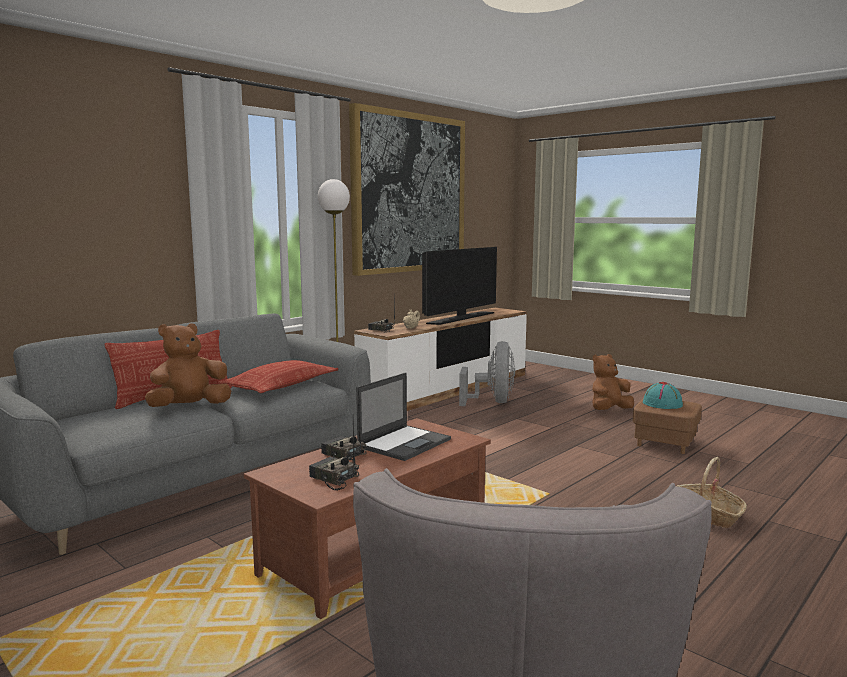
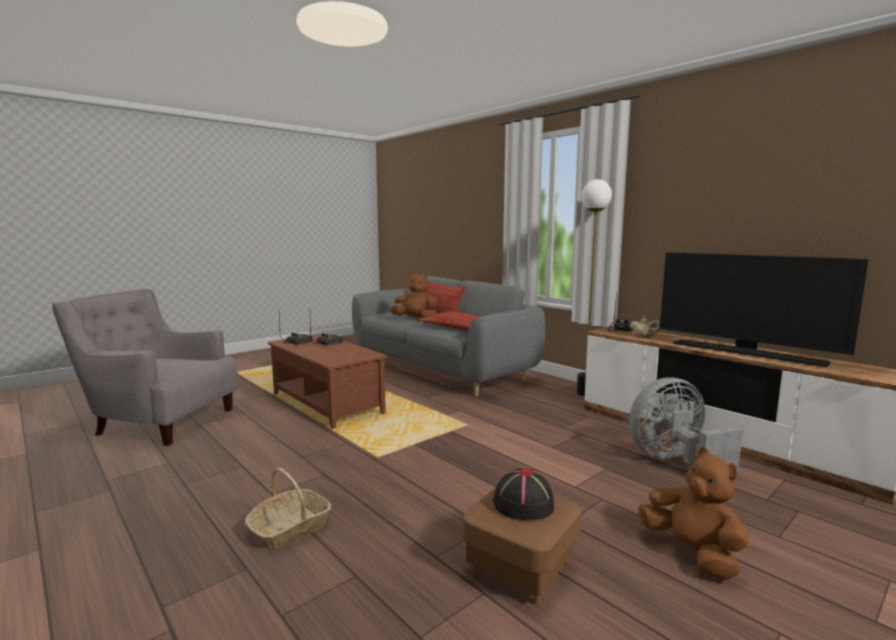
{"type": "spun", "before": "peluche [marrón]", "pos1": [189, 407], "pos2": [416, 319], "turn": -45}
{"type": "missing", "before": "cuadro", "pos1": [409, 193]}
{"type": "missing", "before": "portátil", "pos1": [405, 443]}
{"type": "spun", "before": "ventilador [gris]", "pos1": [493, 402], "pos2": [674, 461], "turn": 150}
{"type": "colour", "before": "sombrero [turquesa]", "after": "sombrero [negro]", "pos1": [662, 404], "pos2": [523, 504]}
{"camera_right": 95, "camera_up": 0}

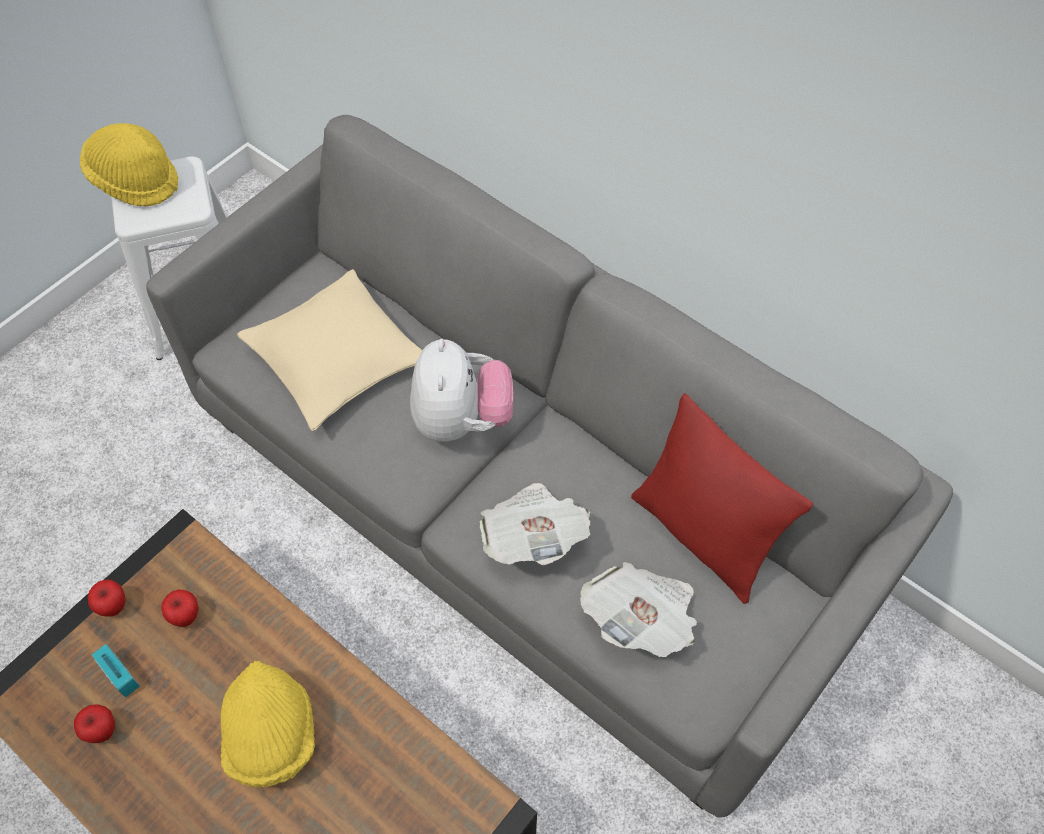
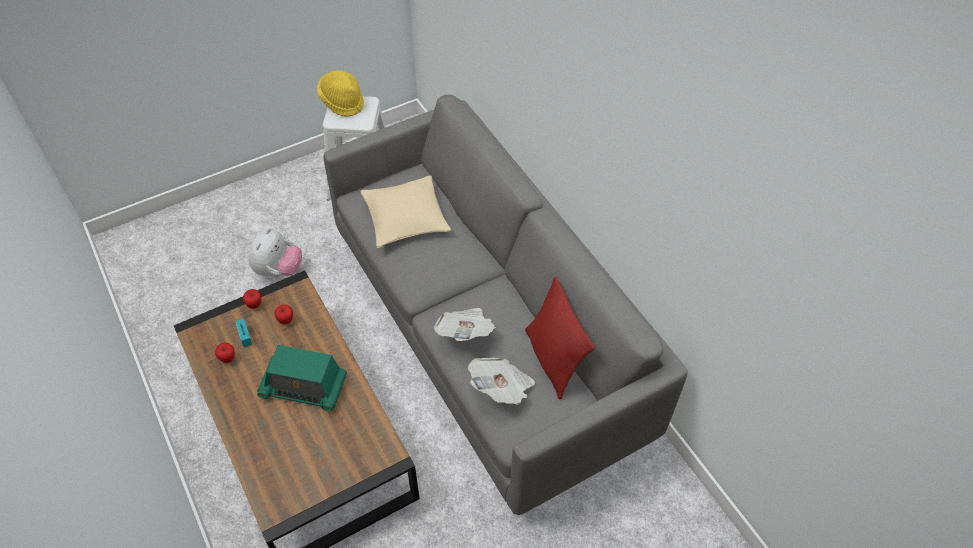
{"type": "exchanged", "before": "sombrero [amarillo]", "after": "radio", "pos1": [272, 735], "pos2": [304, 387]}
{"type": "relocated", "before": "peluche", "pos1": [461, 419], "pos2": [278, 269]}
{"camera_right": 20, "camera_up": -5}

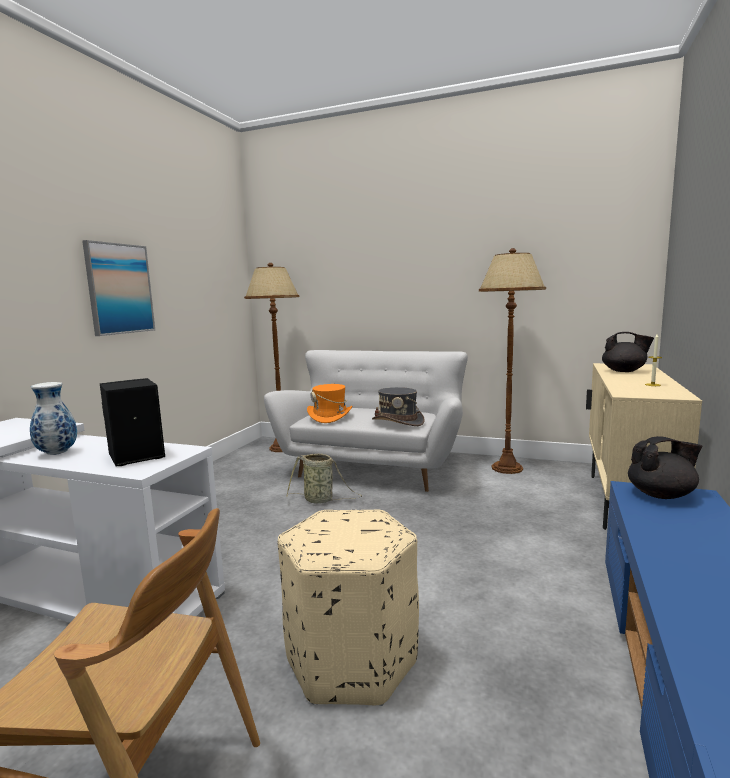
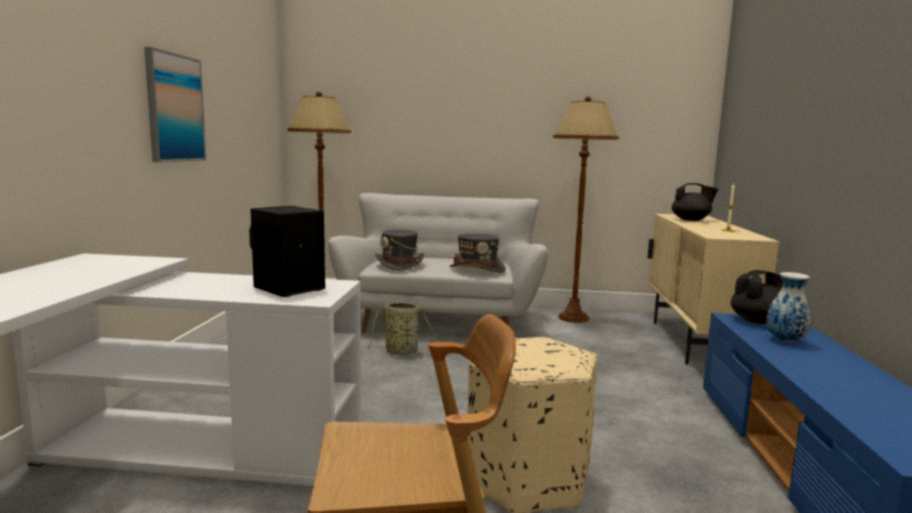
{"type": "relocated", "before": "florero", "pos1": [56, 453], "pos2": [784, 341]}
{"type": "colour", "before": "sombrero [naranja]", "after": "sombrero [gris]", "pos1": [330, 416], "pos2": [399, 264]}
{"camera_right": -15, "camera_up": 0}

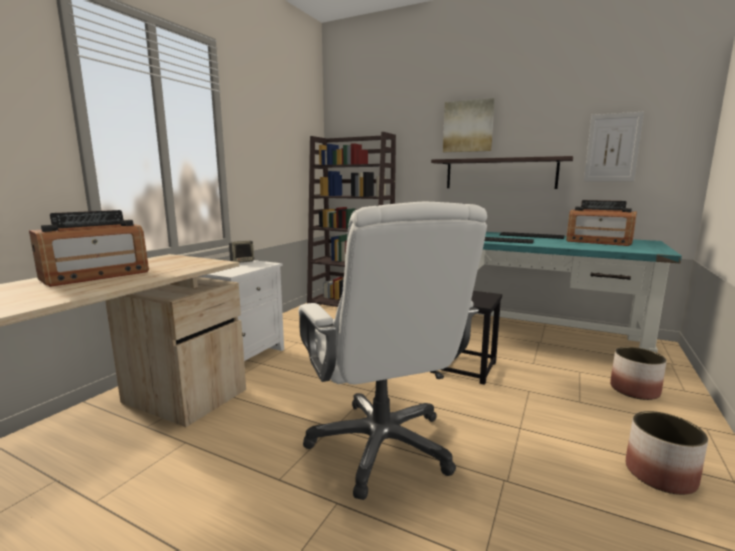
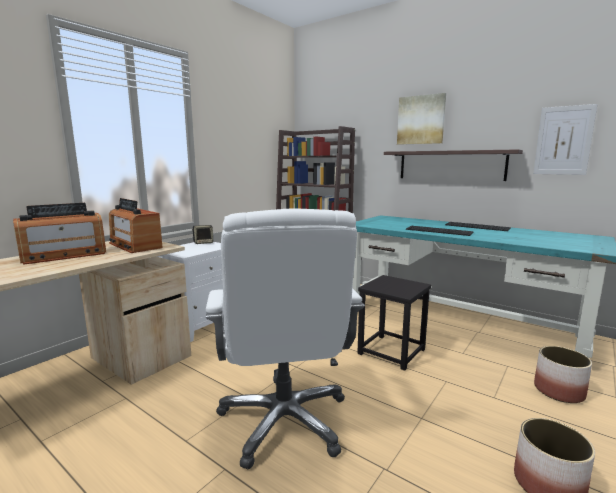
{"type": "relocated", "before": "radio", "pos1": [598, 242], "pos2": [135, 245]}
{"camera_right": 10, "camera_up": 0}

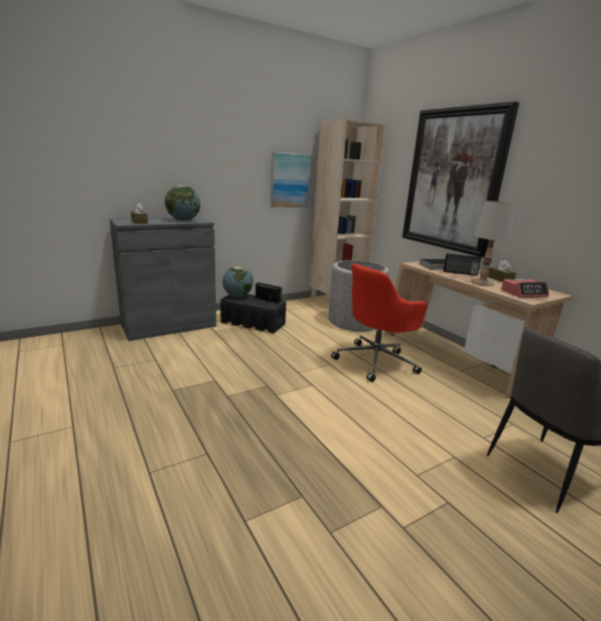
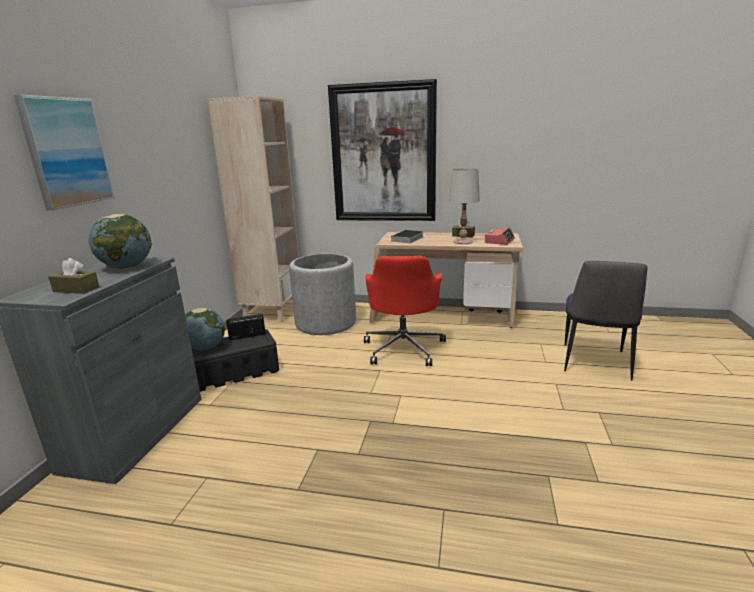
{"type": "relocated", "before": "cuadro", "pos1": [289, 180], "pos2": [67, 152]}
{"type": "missing", "before": "radio", "pos1": [460, 273]}
{"camera_right": -45, "camera_up": 0}

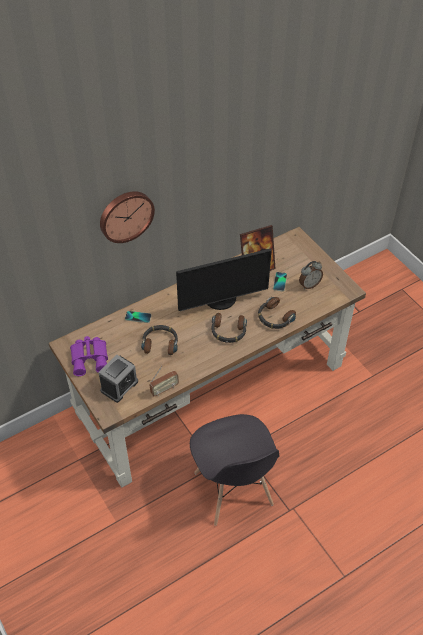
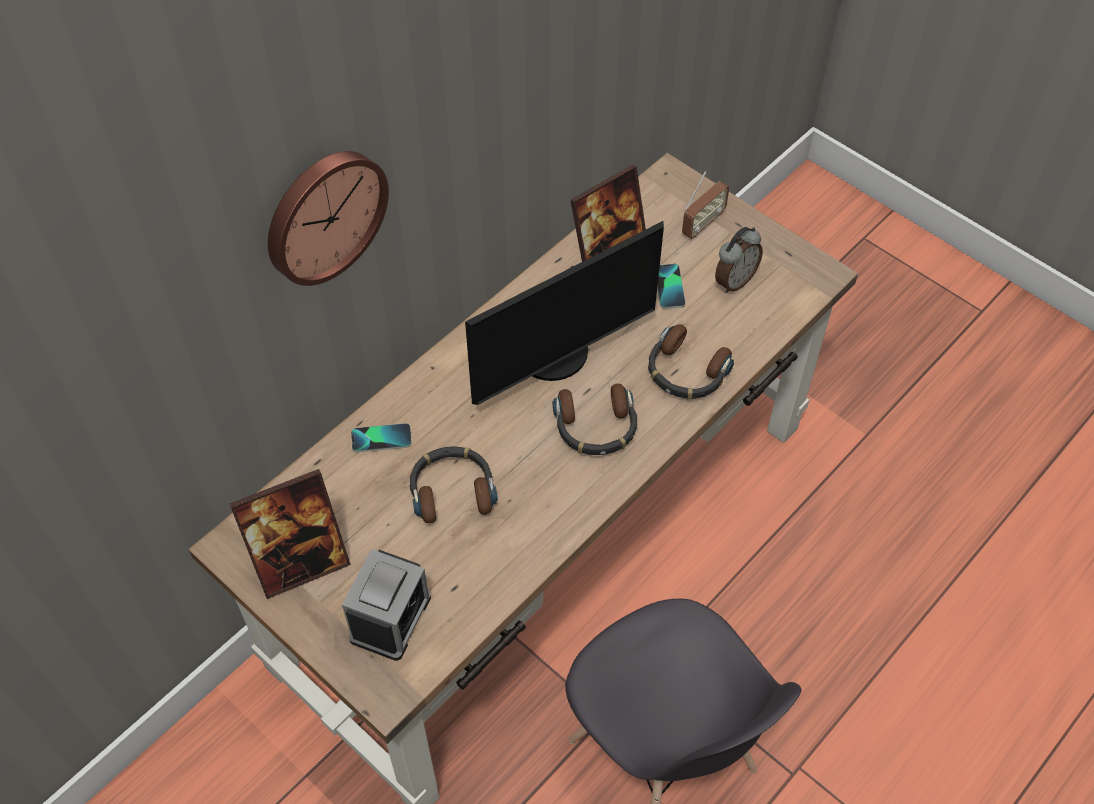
{"type": "exchanged", "before": "prismáticos [morado]", "after": "portarretratos", "pos1": [90, 358], "pos2": [301, 564]}
{"type": "relocated", "before": "radio", "pos1": [164, 389], "pos2": [702, 224]}
{"camera_right": -15, "camera_up": 5}

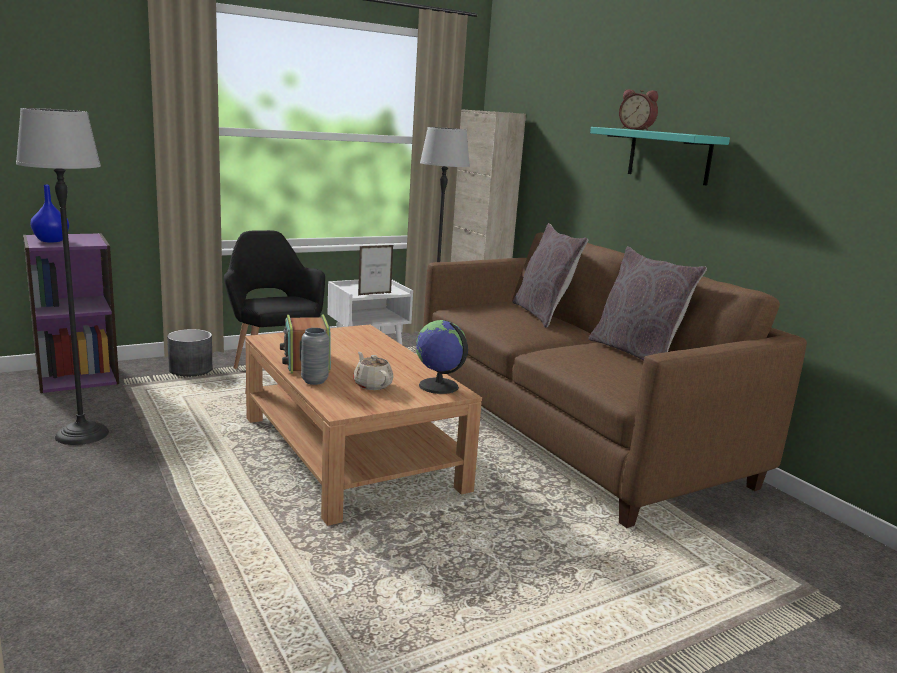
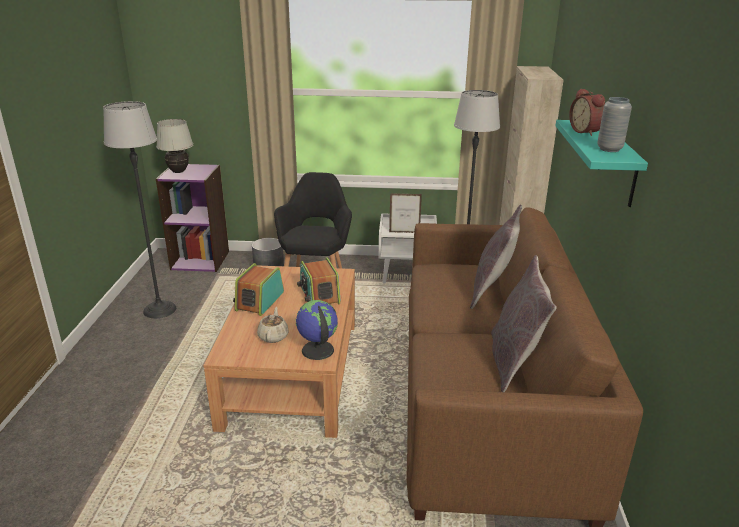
{"type": "exchanged", "before": "florero [azul]", "after": "lámpara de mesa [blanco]", "pos1": [51, 241], "pos2": [178, 172]}
{"type": "relocated", "before": "florero [gris]", "pos1": [314, 381], "pos2": [609, 149]}
{"type": "appeared", "after": "radio", "pos2": [319, 295]}
{"camera_right": 35, "camera_up": 10}

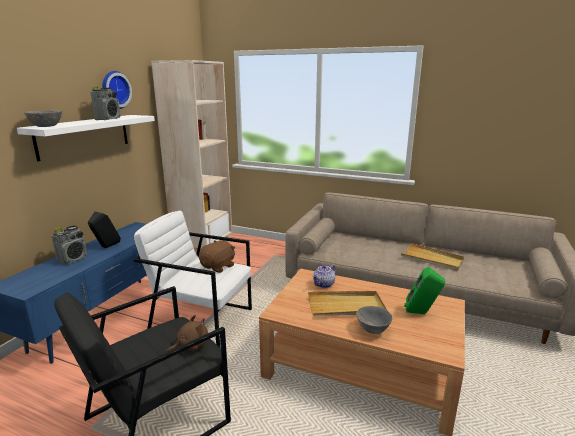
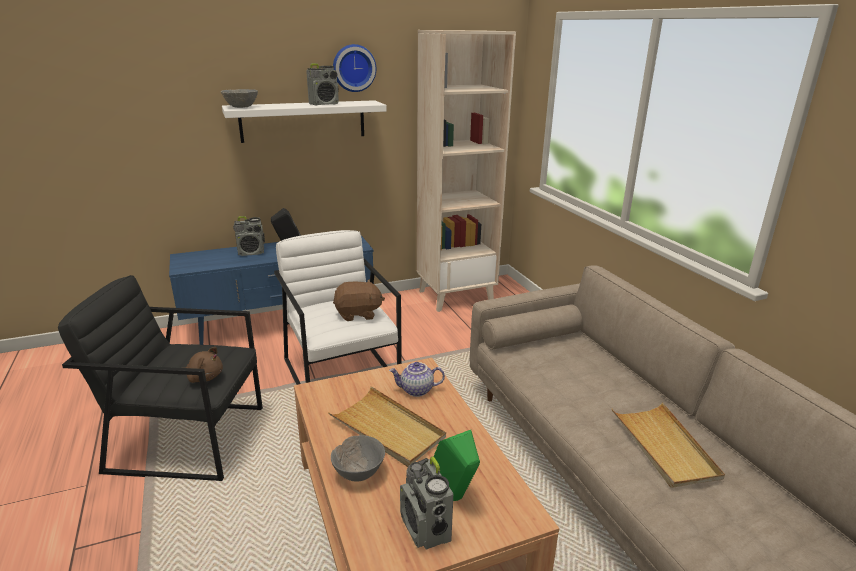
{"type": "appeared", "after": "radio", "pos2": [425, 529]}
{"camera_right": 45, "camera_up": 5}

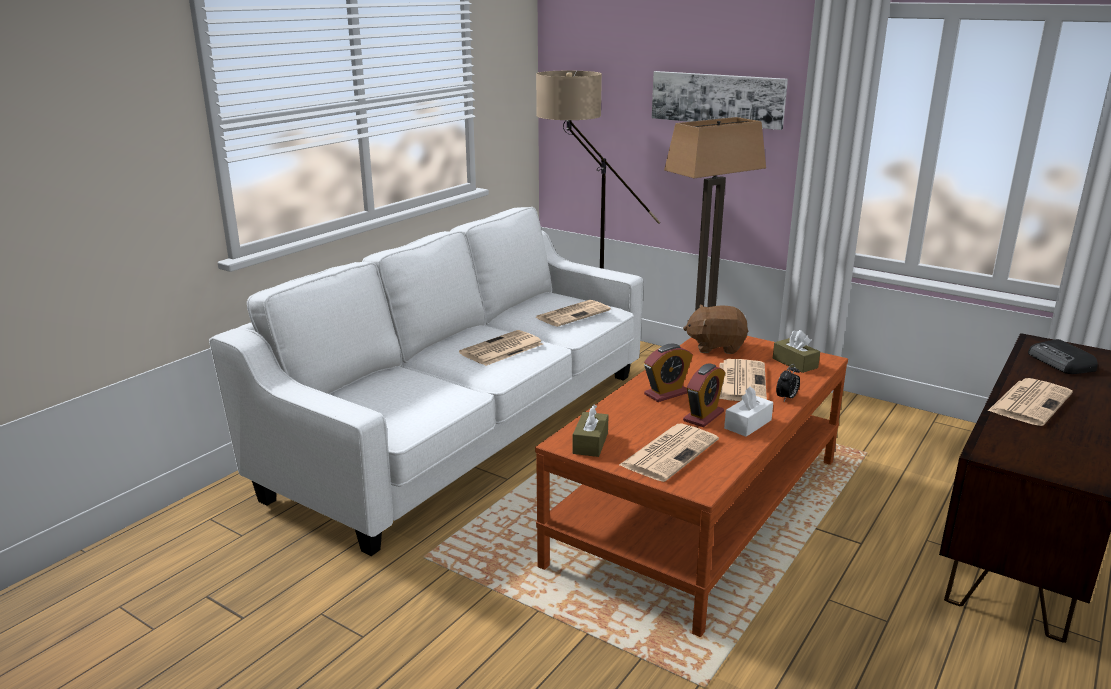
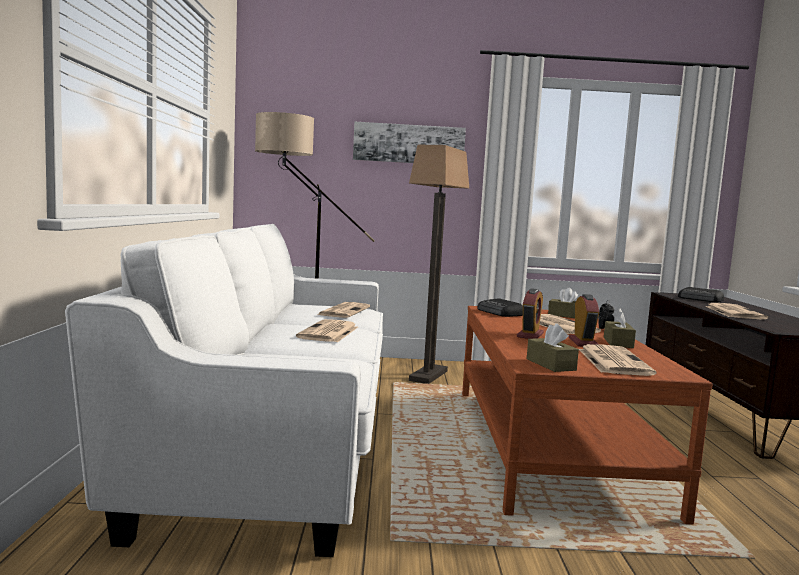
{"type": "exchanged", "before": "peluche [marrón]", "after": "radio", "pos1": [716, 346], "pos2": [500, 313]}
{"type": "colour", "before": "caja de pañuelos [blanco]", "after": "caja de pañuelos [marrón]", "pos1": [748, 424], "pos2": [618, 343]}
{"camera_right": -35, "camera_up": -15}

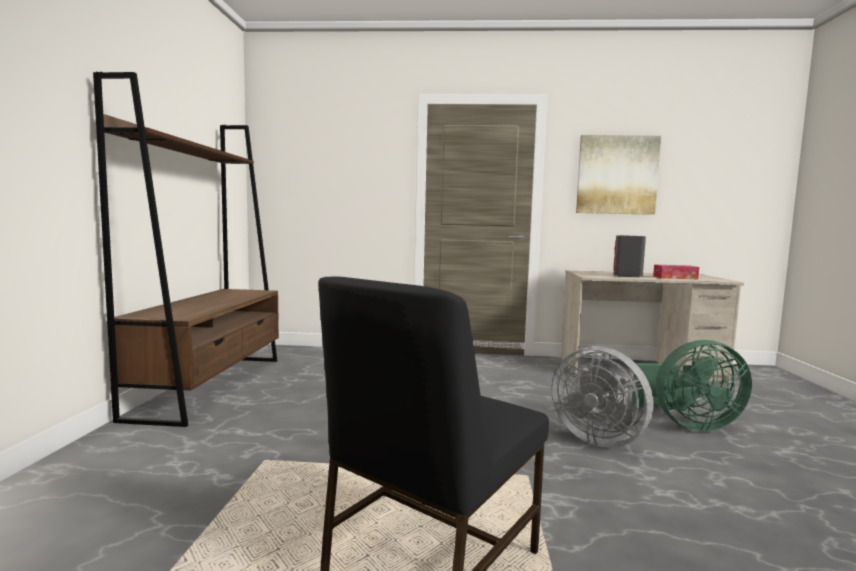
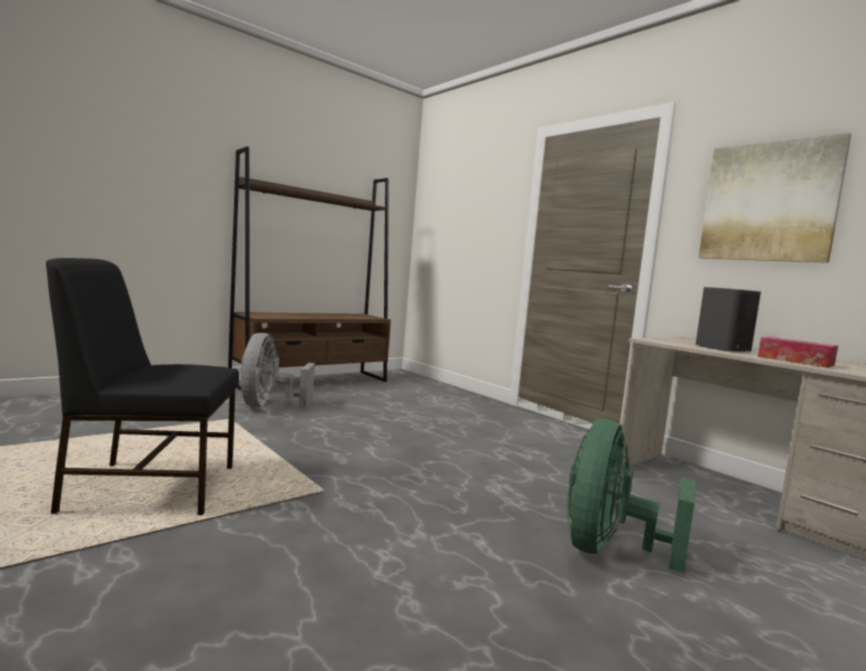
{"type": "relocated", "before": "ventilador [gris]", "pos1": [598, 438], "pos2": [268, 406]}
{"type": "spun", "before": "ventilador [verde]", "pos1": [688, 424], "pos2": [609, 549], "turn": 75}
{"camera_right": 45, "camera_up": 0}

